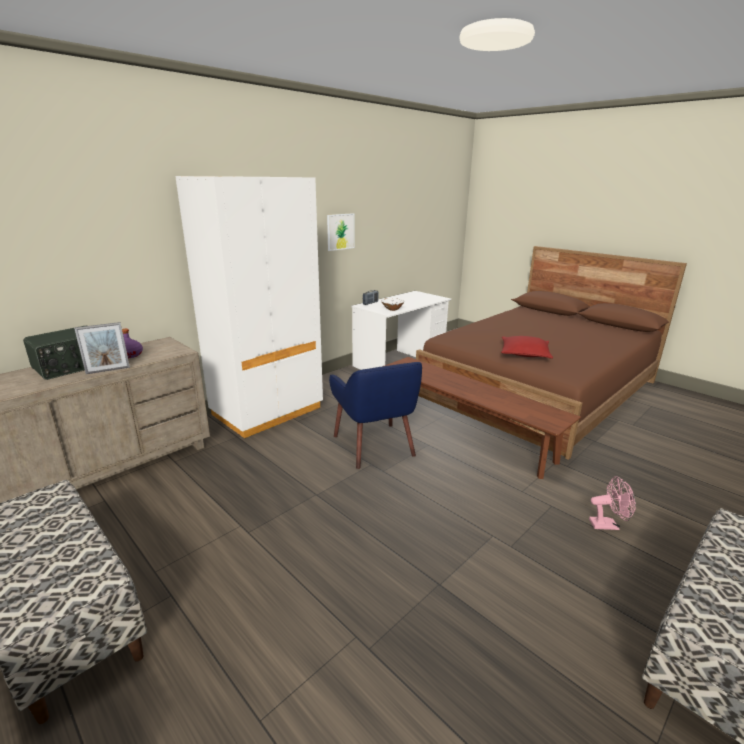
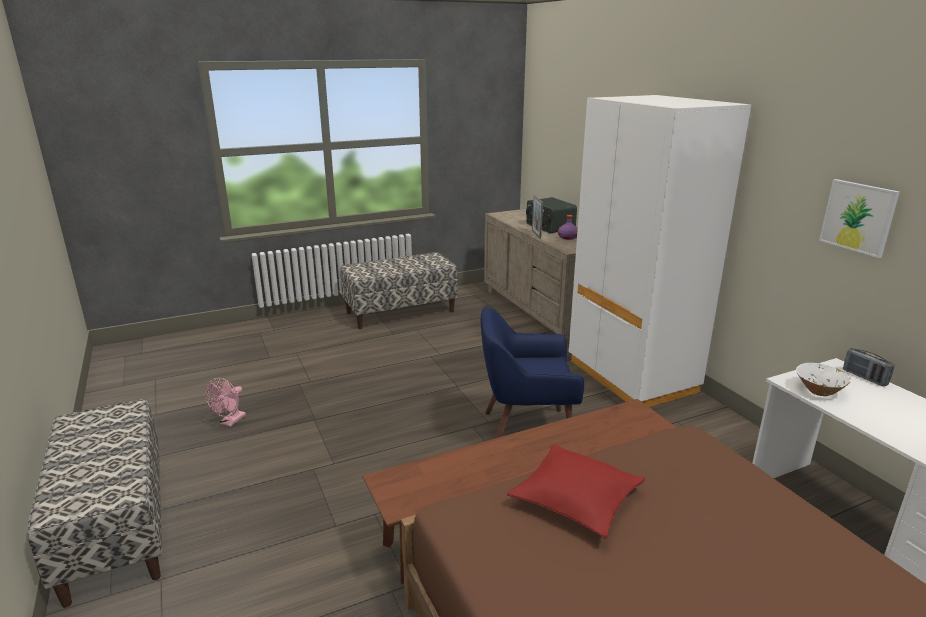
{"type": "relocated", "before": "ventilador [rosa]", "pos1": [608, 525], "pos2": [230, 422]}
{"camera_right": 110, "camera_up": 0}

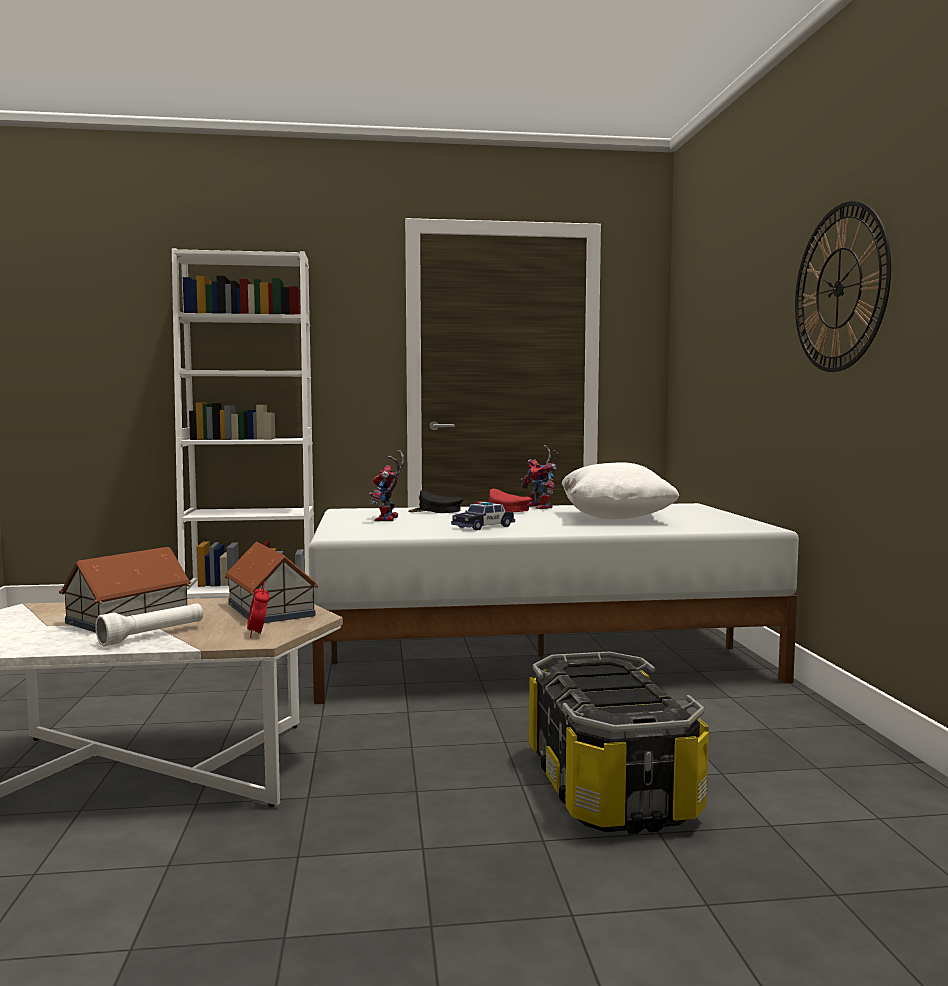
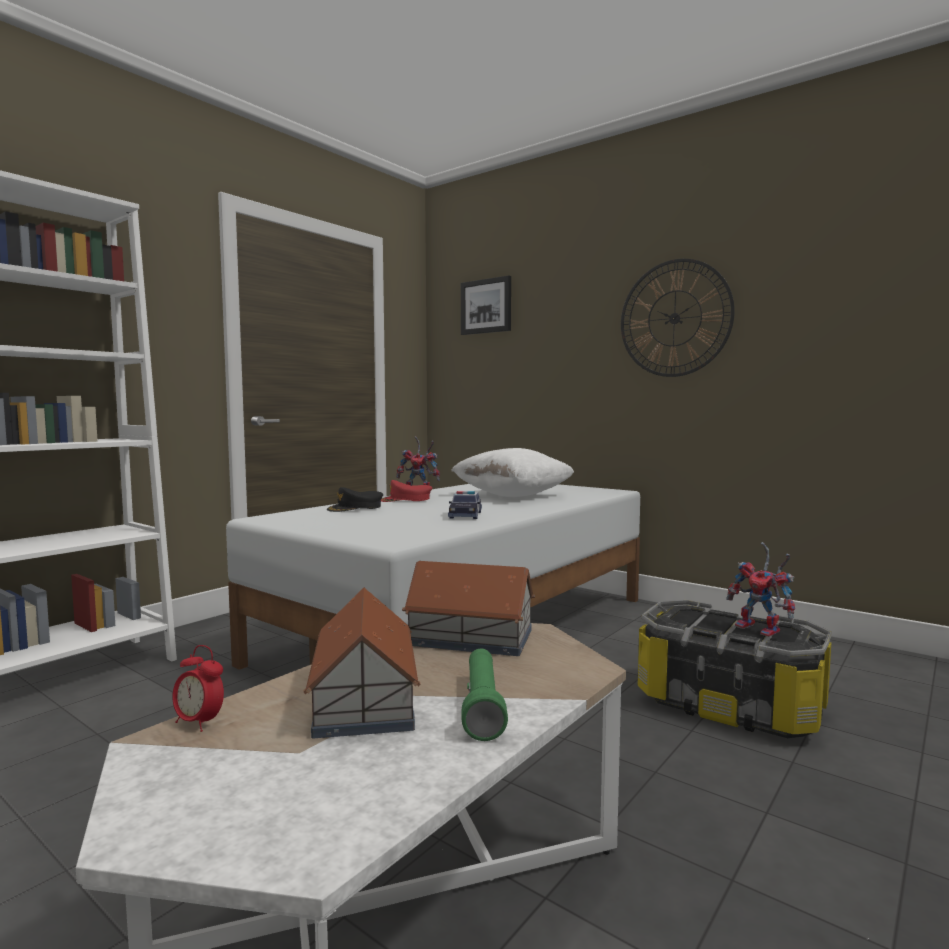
{"type": "colour", "before": "linterna [blanco]", "after": "linterna [verde]", "pos1": [153, 635], "pos2": [482, 706]}
{"type": "relocated", "before": "despertador", "pos1": [258, 634], "pos2": [199, 723]}
{"type": "relocated", "before": "robot de juguete", "pos1": [388, 519], "pos2": [762, 630]}
{"type": "appeared", "after": "cuadro", "pos2": [486, 306]}
{"camera_right": -45, "camera_up": 0}

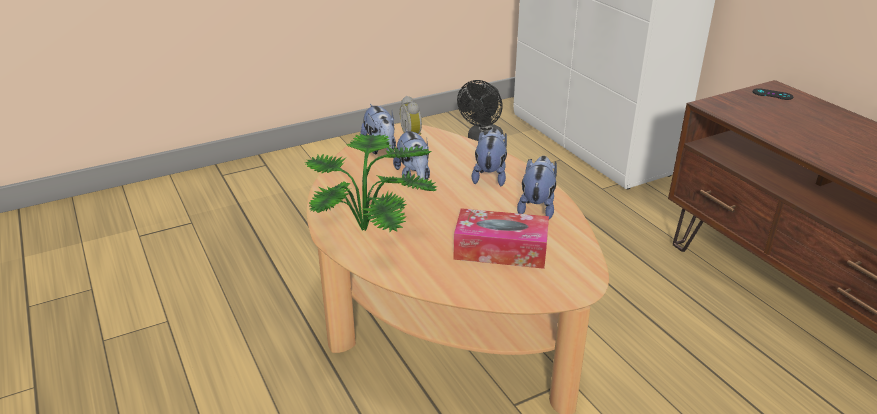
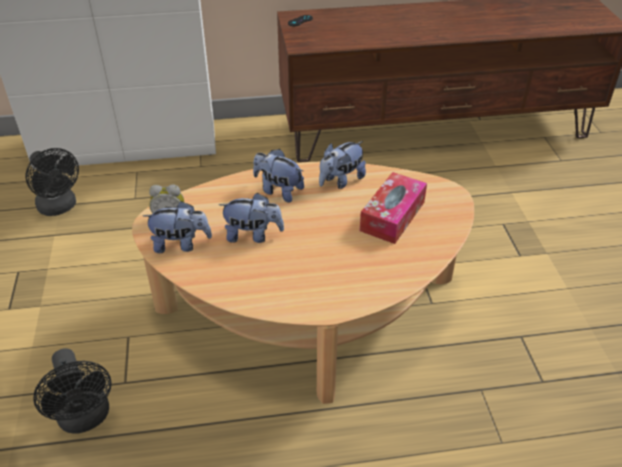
{"type": "missing", "before": "planta en maceta", "pos1": [372, 228]}
{"type": "spun", "before": "peluche", "pos1": [537, 207], "pos2": [341, 181], "turn": -75}
{"type": "appeared", "after": "ventilador [negro]", "pos2": [86, 418]}
{"camera_right": -70, "camera_up": 10}

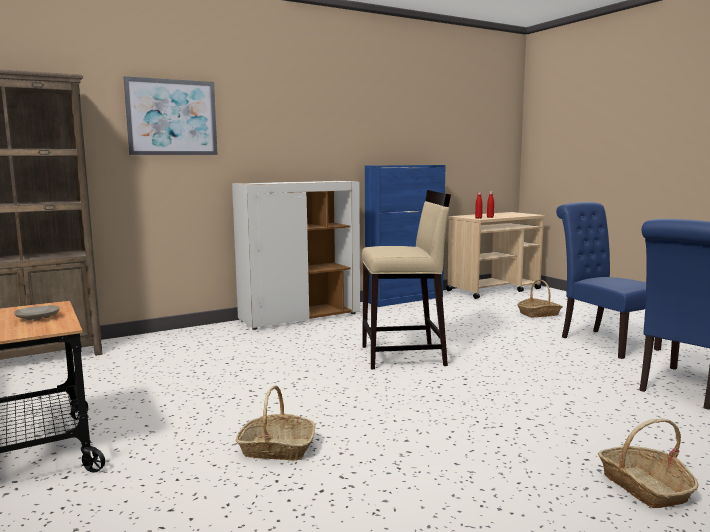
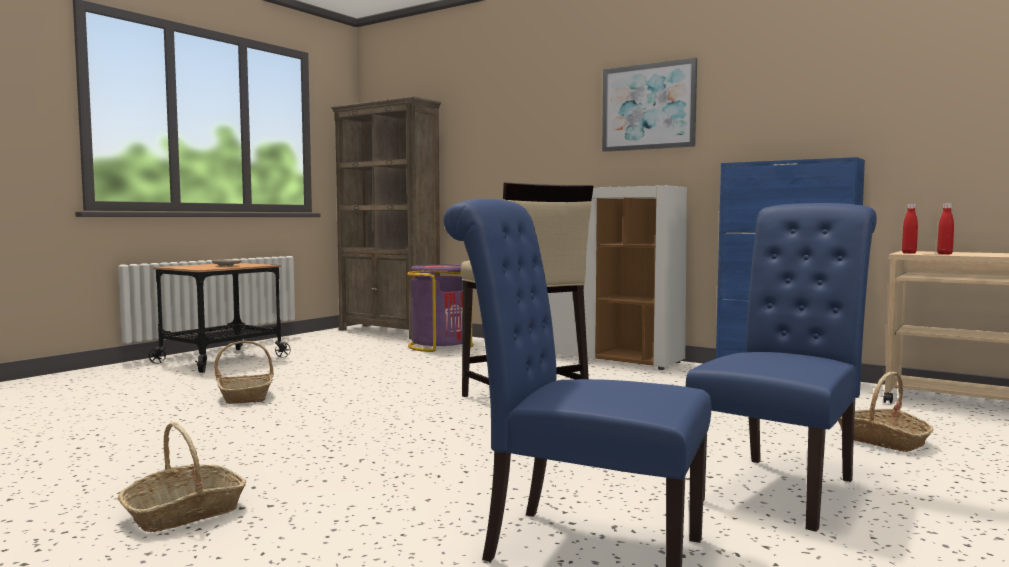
{"type": "relocated", "before": "cuadro", "pos1": [172, 117], "pos2": [648, 107]}
{"type": "appeared", "after": "papelera [morado]", "pos2": [440, 346]}
{"camera_right": 65, "camera_up": -5}

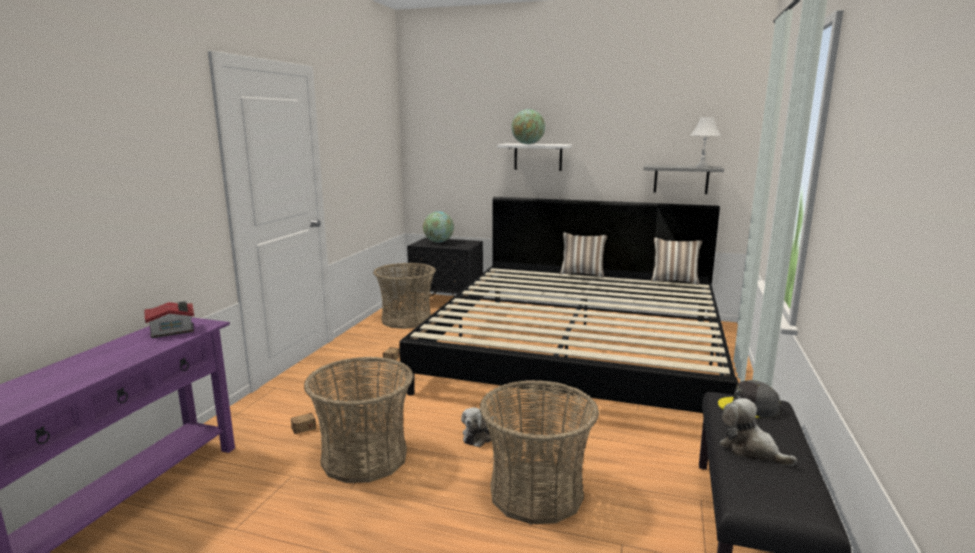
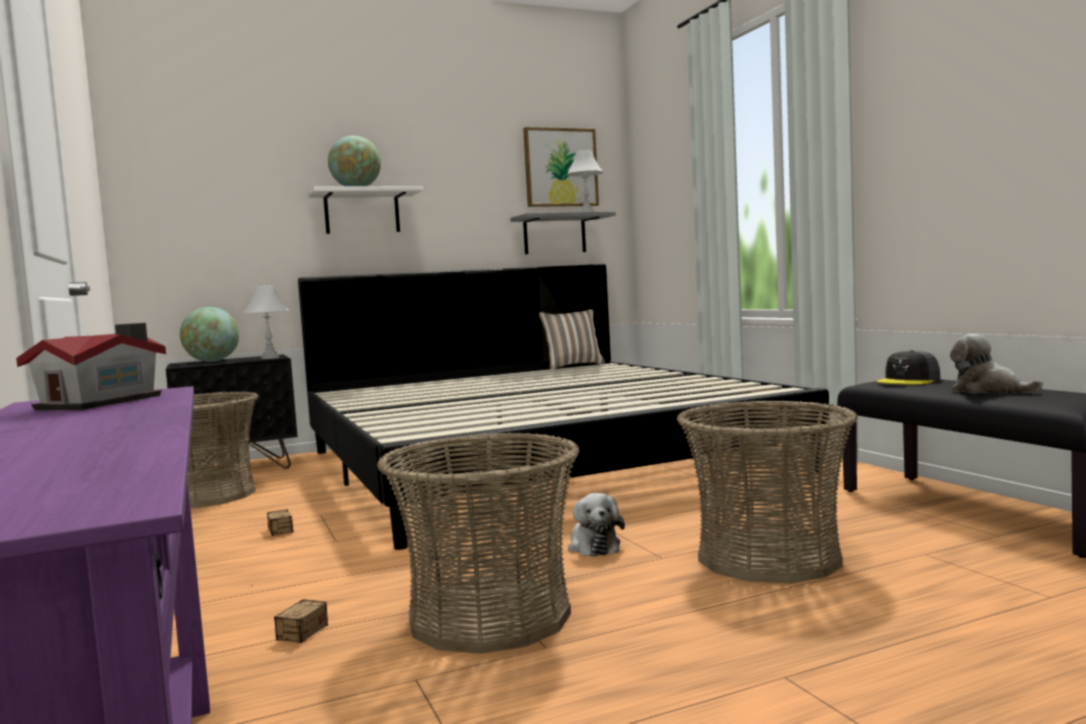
{"type": "missing", "before": "cojín", "pos1": [582, 274]}
{"type": "spun", "before": "peluche", "pos1": [750, 450], "pos2": [989, 391], "turn": 45}
{"type": "appeared", "after": "lámpara de mesa [blanco]", "pos2": [270, 358]}
{"type": "appeared", "after": "cuadro", "pos2": [560, 167]}
{"camera_right": -40, "camera_up": -10}

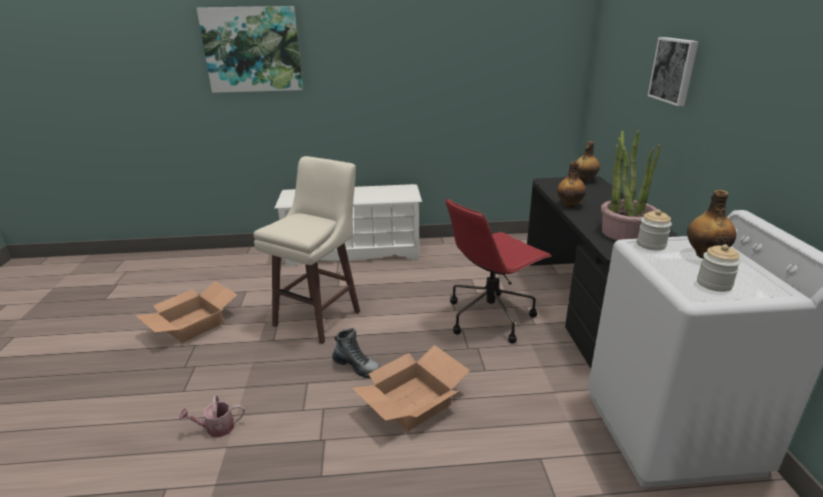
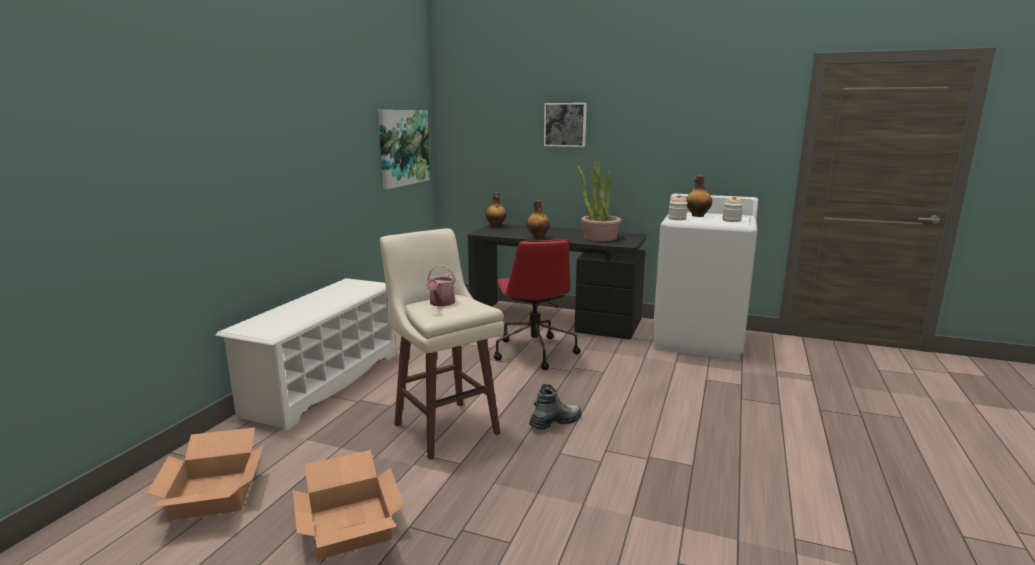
{"type": "relocated", "before": "regadera", "pos1": [216, 428], "pos2": [441, 303]}
{"type": "relocated", "before": "cuadro", "pos1": [252, 50], "pos2": [403, 147]}
{"type": "relocated", "before": "caja de cartón", "pos1": [412, 403], "pos2": [214, 495]}
{"camera_right": -65, "camera_up": -10}

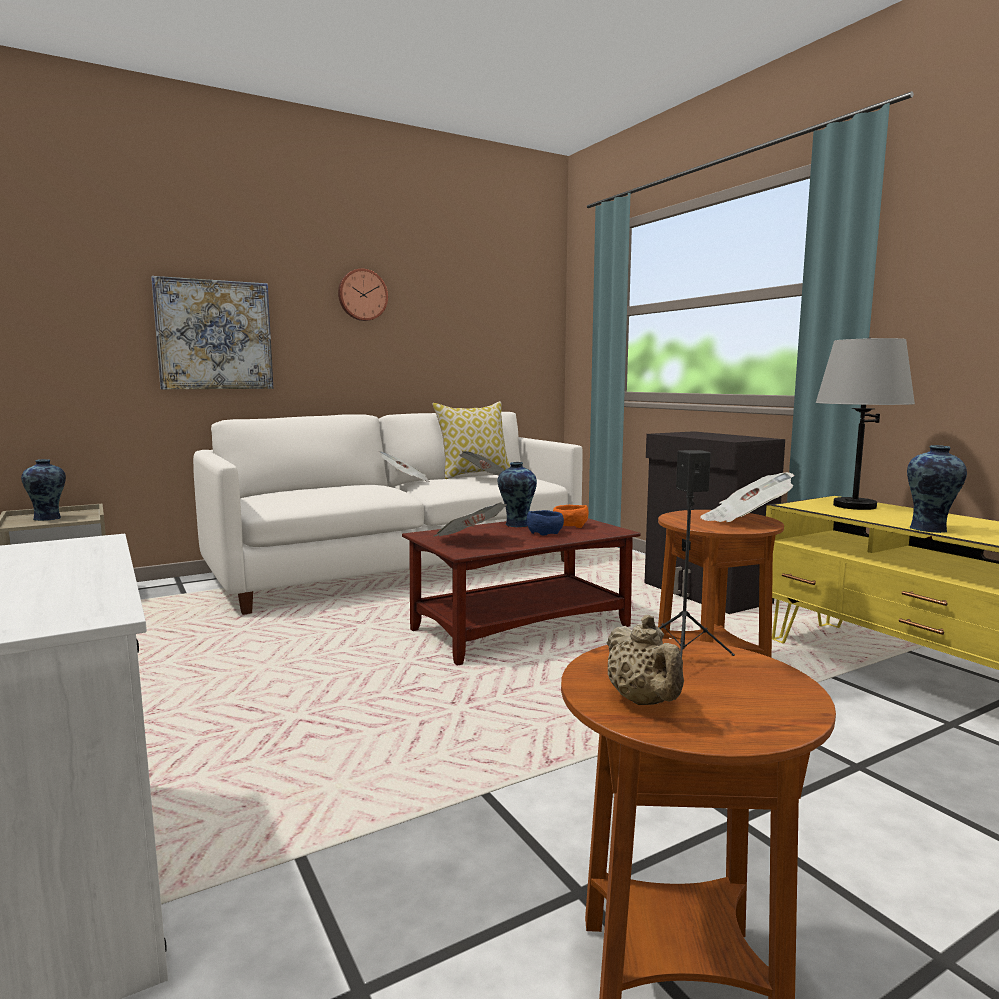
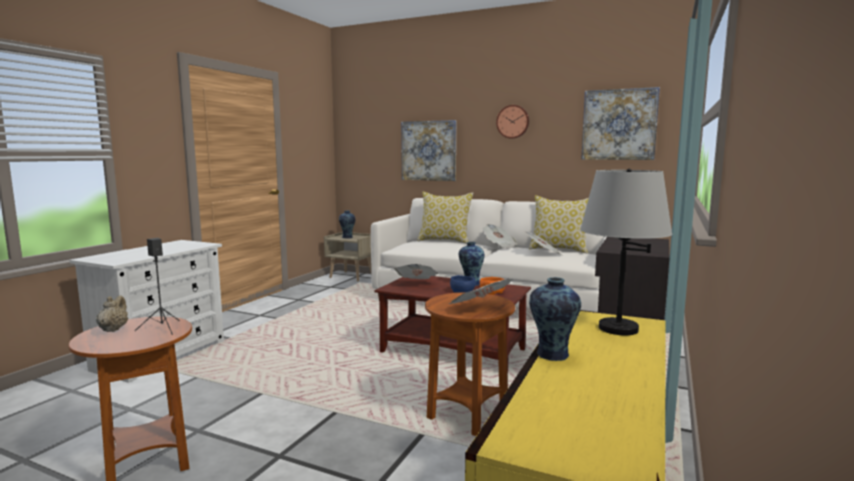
{"type": "spun", "before": "tetera [beis]", "pos1": [644, 702], "pos2": [113, 329], "turn": 135}
{"type": "appeared", "after": "cojín", "pos2": [445, 241]}
{"type": "appeared", "after": "cuadro", "pos2": [619, 124]}
{"camera_right": 55, "camera_up": 0}

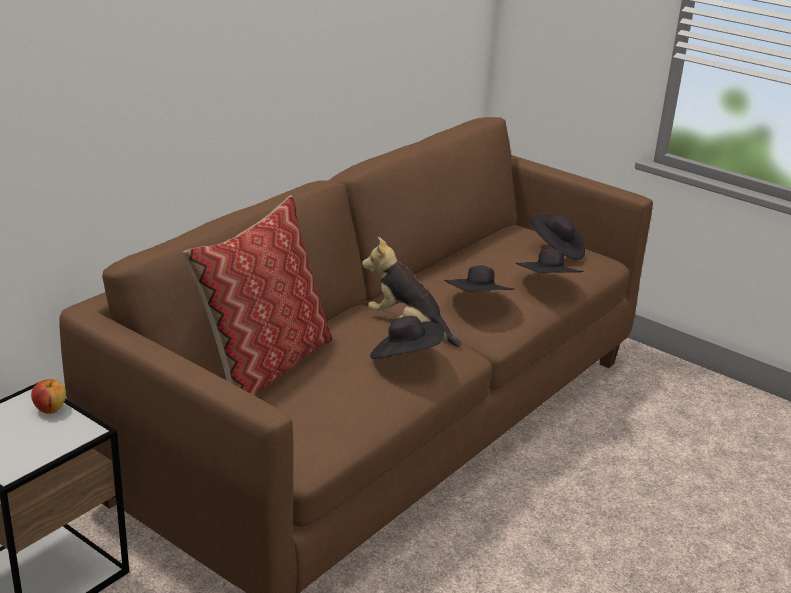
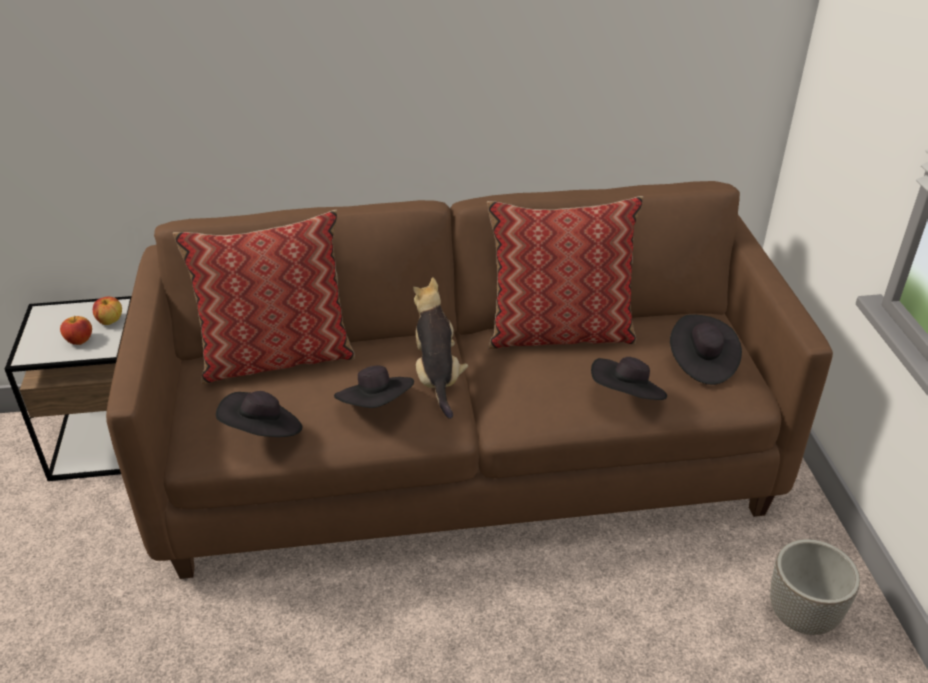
{"type": "relocated", "before": "sombrero [negro]", "pos1": [478, 303], "pos2": [263, 432]}
{"type": "appeared", "after": "manzana", "pos2": [79, 340]}
{"type": "appeared", "after": "cojín", "pos2": [559, 332]}
{"type": "appeared", "after": "maceta", "pos2": [802, 617]}
{"camera_right": 45, "camera_up": 10}

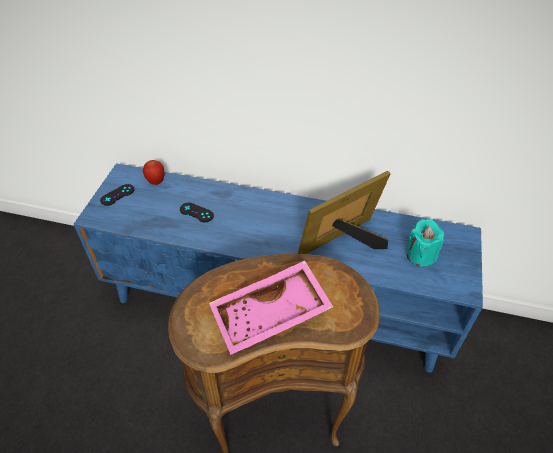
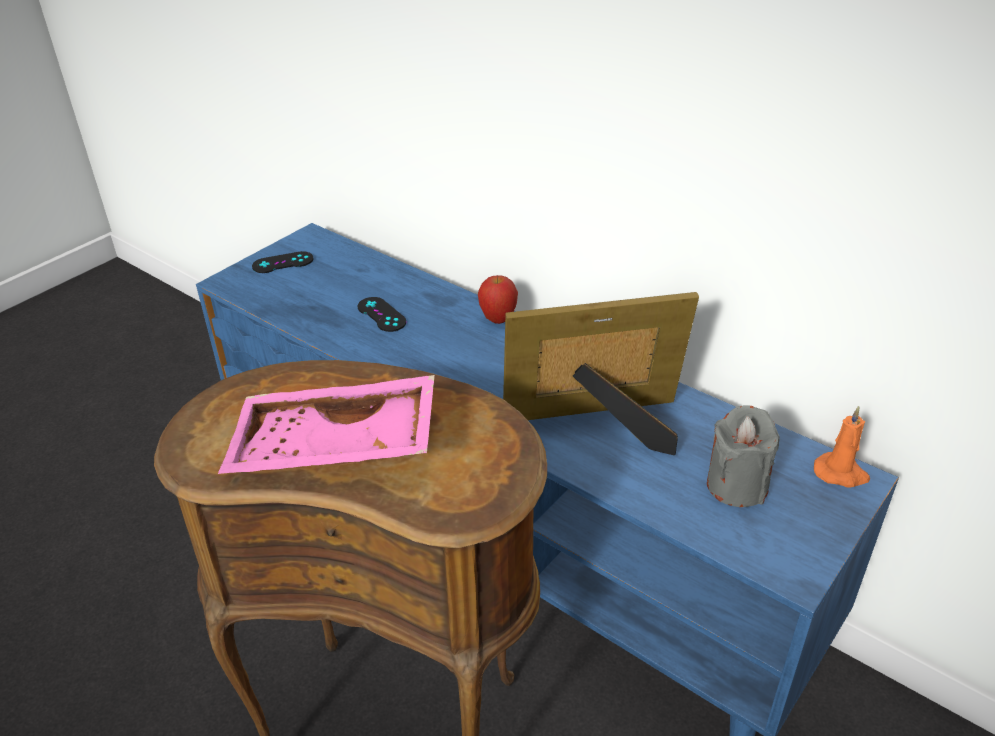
{"type": "relocated", "before": "manzana", "pos1": [156, 182], "pos2": [498, 319]}
{"type": "colour", "before": "vela [turquesa]", "after": "vela [gris]", "pos1": [420, 255], "pos2": [736, 485]}
{"type": "appeared", "after": "vela [naranja]", "pos2": [841, 473]}
{"camera_right": 25, "camera_up": -10}

